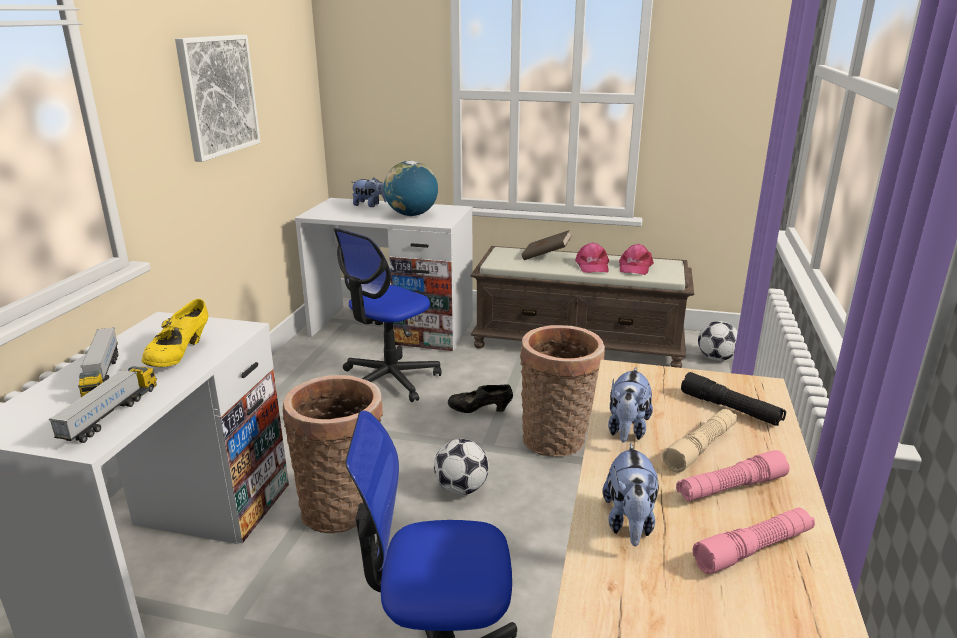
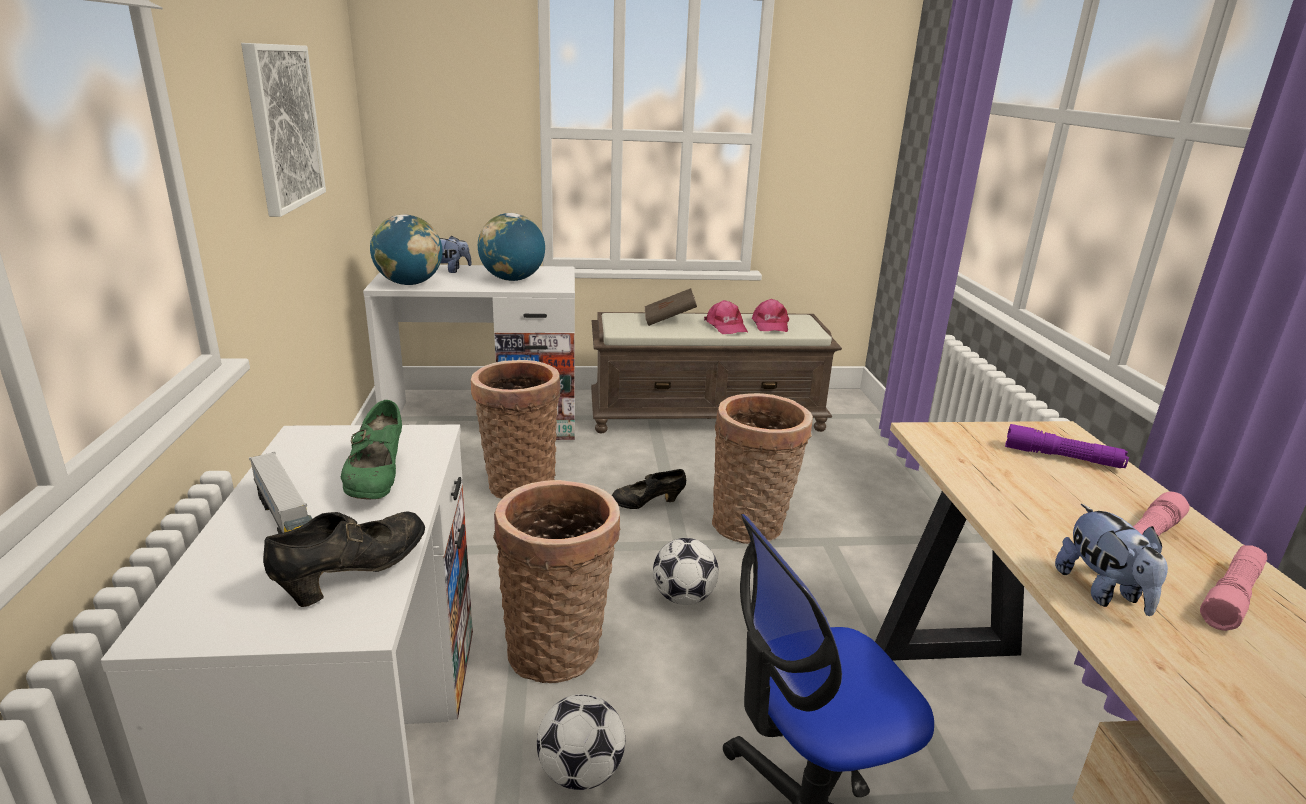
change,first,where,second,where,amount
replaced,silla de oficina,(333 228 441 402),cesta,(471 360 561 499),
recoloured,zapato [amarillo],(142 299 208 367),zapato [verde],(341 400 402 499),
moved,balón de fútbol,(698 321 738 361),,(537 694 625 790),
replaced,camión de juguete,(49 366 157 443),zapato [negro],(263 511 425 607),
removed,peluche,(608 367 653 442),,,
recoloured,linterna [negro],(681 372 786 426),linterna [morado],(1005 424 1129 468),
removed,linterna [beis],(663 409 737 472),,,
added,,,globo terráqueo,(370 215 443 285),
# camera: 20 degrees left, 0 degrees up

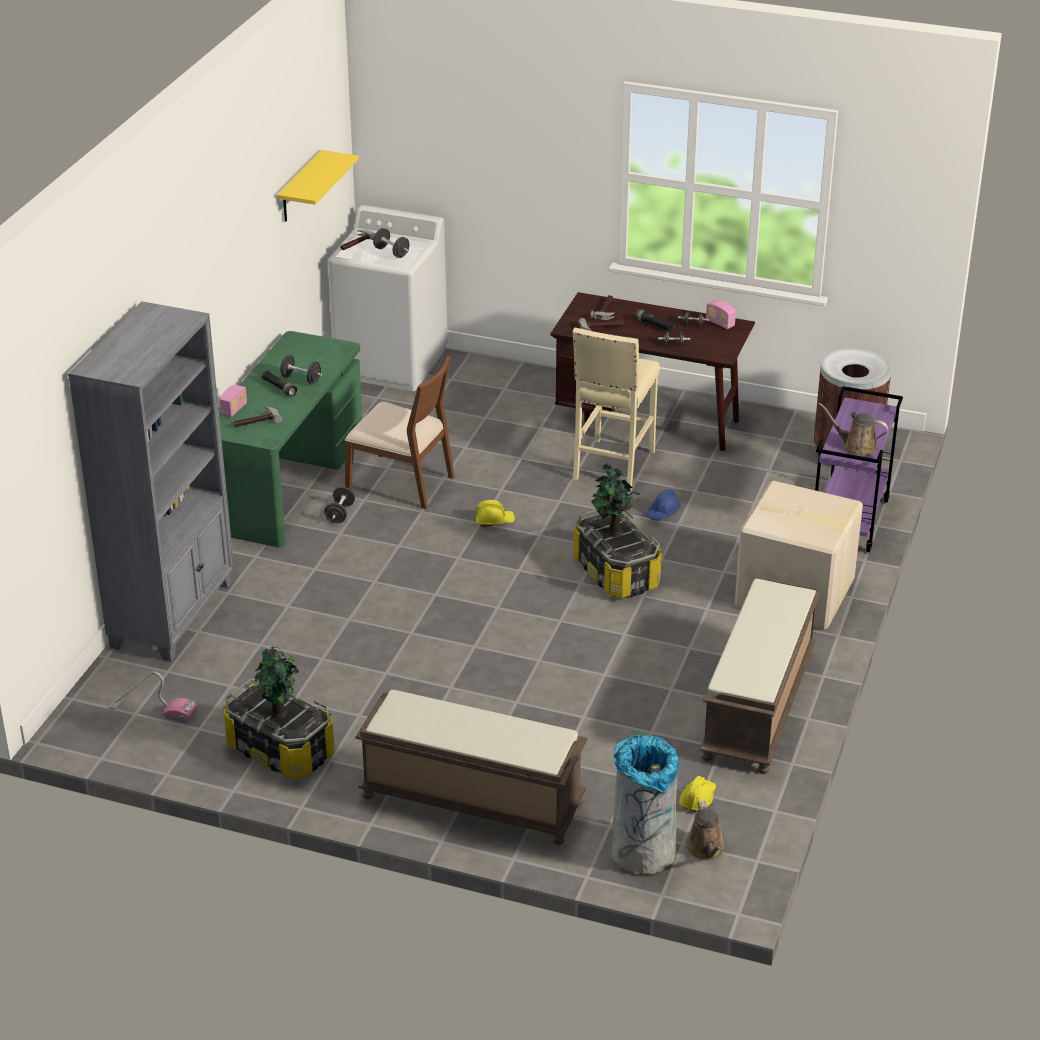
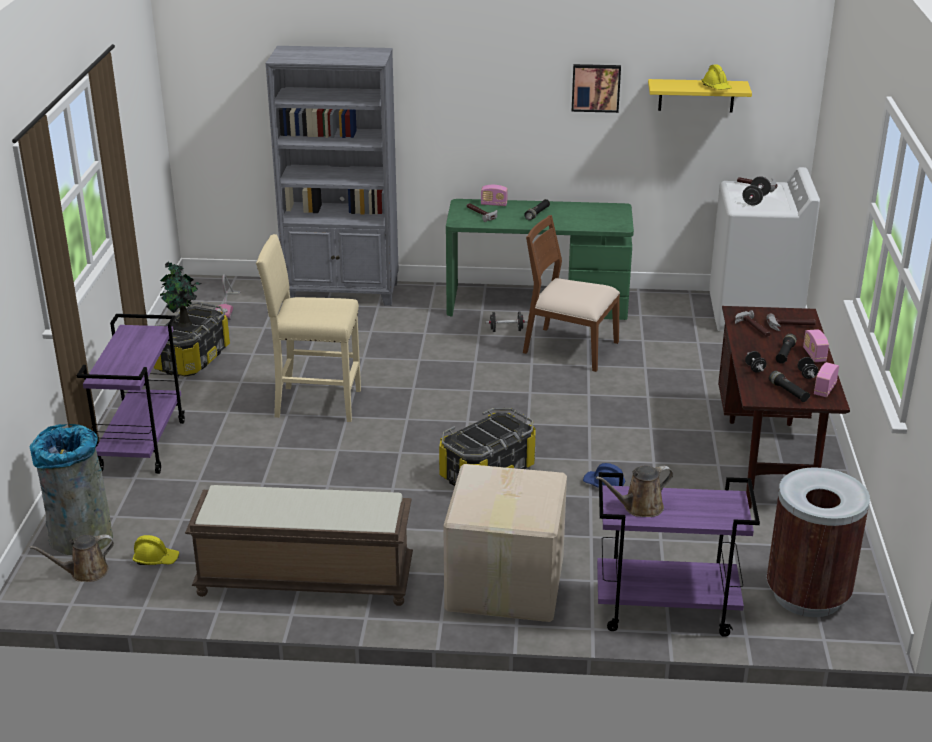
change,first,where,second,where,amount
moved,taburete [beis],(573 328 660 489),,(256 234 361 422),
removed,mancuerna [negro],(279 355 322 384),,,
turned,silla [marrón],(345 356 454 509),,(523 215 620 372),105 degrees clockwise
turned,regadera [marrón],(818 403 888 457),,(596 466 673 517),120 degrees counterclockwise
removed,planta en maceta,(591 463 640 537),,,
moved,casco [amarillo],(475 500 515 527),,(702 64 732 90),
replaced,banco [marrón],(355 690 588 845),carrito [morado],(76 314 185 474),
added,,,cuadro,(572 64 621 113),
added,,,radio,(803 329 829 362),
added,,,linterna [negro],(769 370 810 402),
# camera: 75 degrees right, 5 degrees down

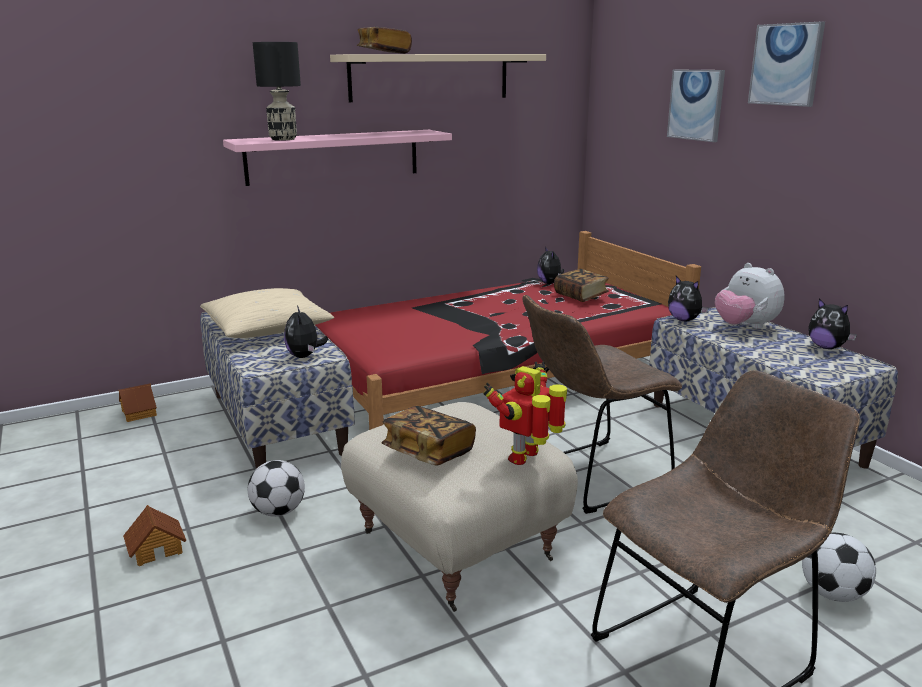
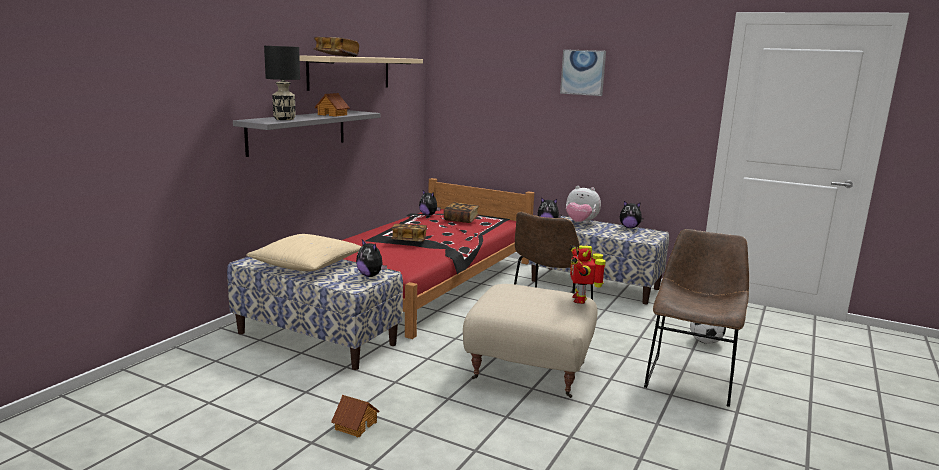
change,first,where,second,where,amount
removed,cuadro,(667 70 725 142),,,
recoloured,estante [rosa],(223 130 452 186),estante [gris],(233 110 380 157),
moved,casita,(118 383 157 422),,(314 93 350 117),
moved,libro,(382 406 476 466),,(391 224 427 242),
removed,balón de fútbol,(248 460 305 517),,,
# camera: 35 degrees left, 5 degrees down

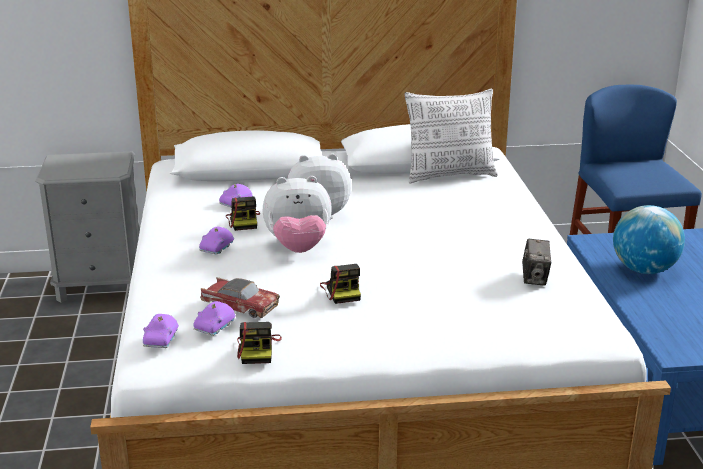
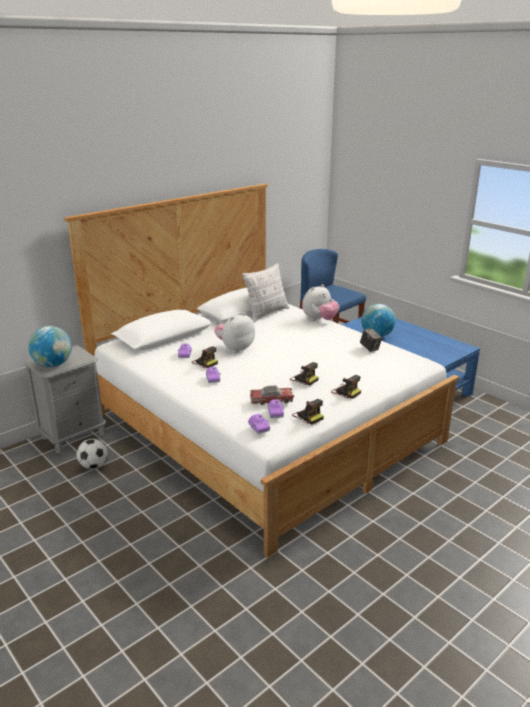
change,first,where,second,where,amount
moved,peluche,(263 176 332 253),,(302 284 339 321),
added,,,globo terráqueo,(28 326 72 367),
added,,,cámara,(331 375 361 399),
added,,,balón de fútbol,(76 439 108 469),
# camera: 35 degrees left, 0 degrees up

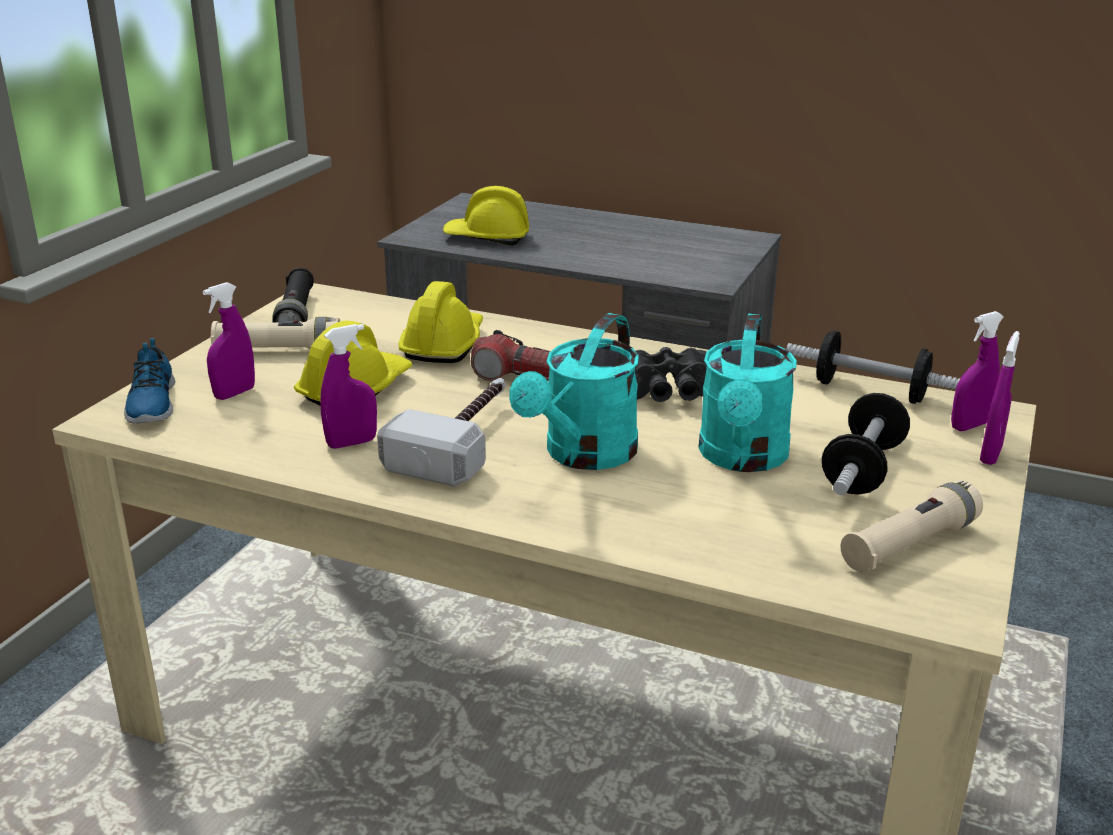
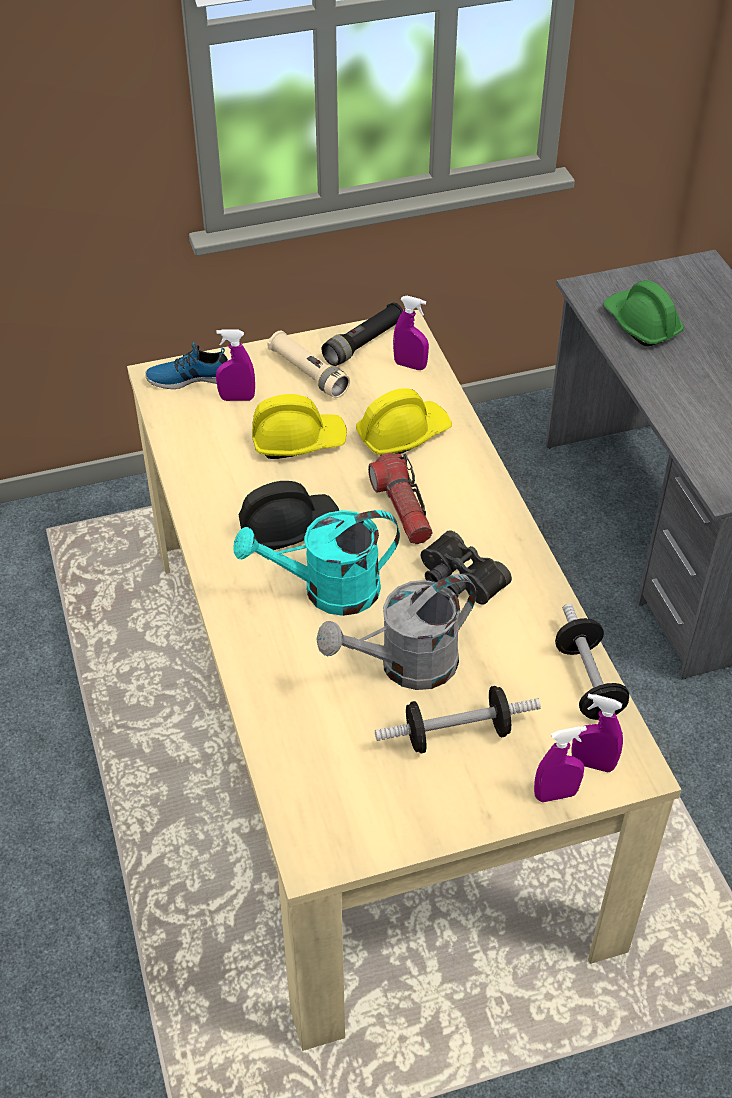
change,first,where,second,where,amount
recoloured,casco [amarillo],(443 186 529 245),casco [verde],(603 280 684 346),
recoloured,regadera [turquesa],(698 314 797 472),regadera [gris],(316 574 476 690),
moved,pulverizador [morado],(320 324 377 448),,(393 296 429 370),
turned,zapato,(124 338 175 424),,(145 342 228 389),45 degrees clockwise
replaced,martillo,(377 378 506 487),casco [negro],(239 481 339 550),
removed,linterna [beis],(841 480 983 572),,,
# camera: 50 degrees right, 20 degrees up

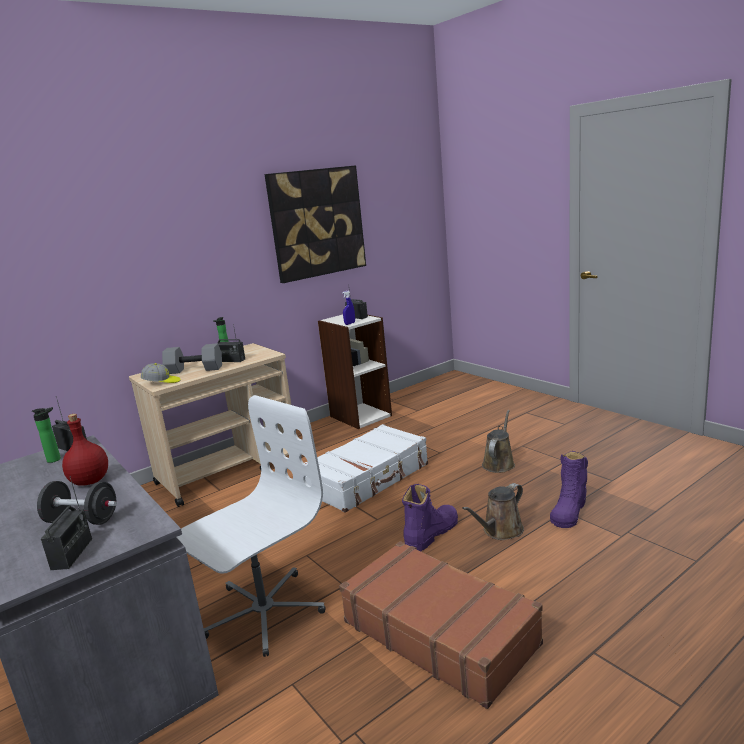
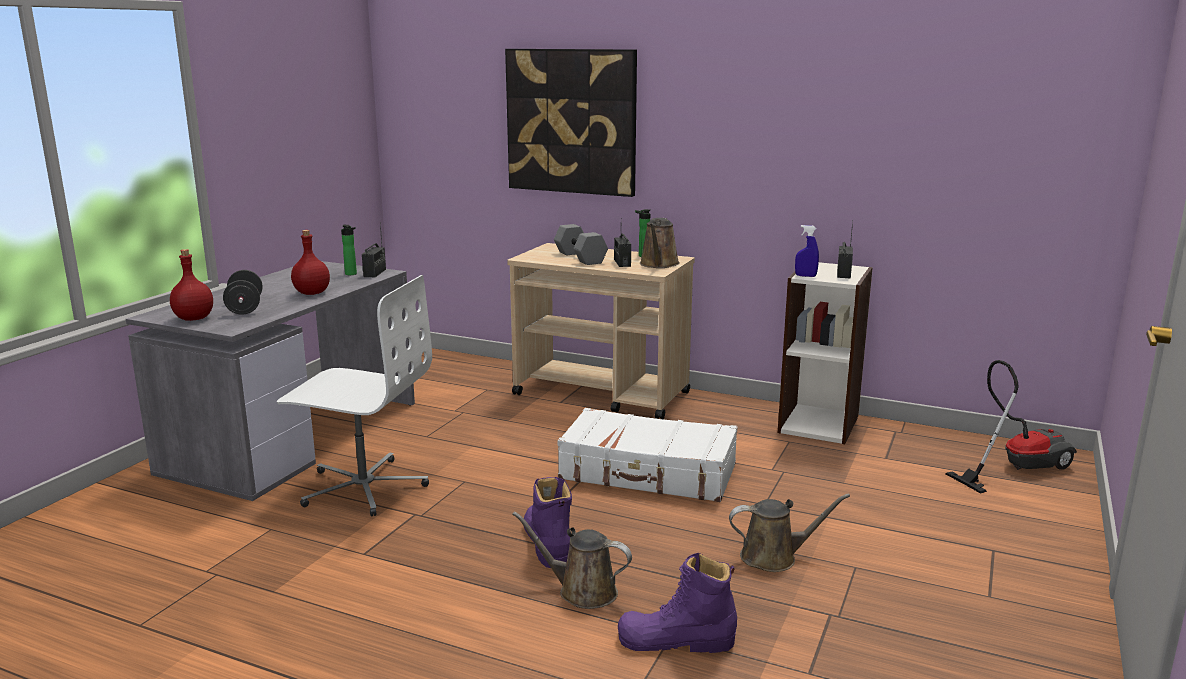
change,first,where,second,where,amount
moved,cuadro,(265 165 366 283),,(505 49 637 197),
removed,gorra,(141 363 181 383),,,
replaced,radio,(41 476 92 570),botella [rojo],(170 249 213 321),
turned,bota [morado],(402 484 458 551),,(524 477 572 569),120 degrees counterclockwise
removed,maleta [marrón],(339 541 543 709),,,
added,,,regadera [marrón],(640 218 680 268),
added,,,aspiradora,(945 360 1077 494),
# camera: 60 degrees right, 0 degrees up

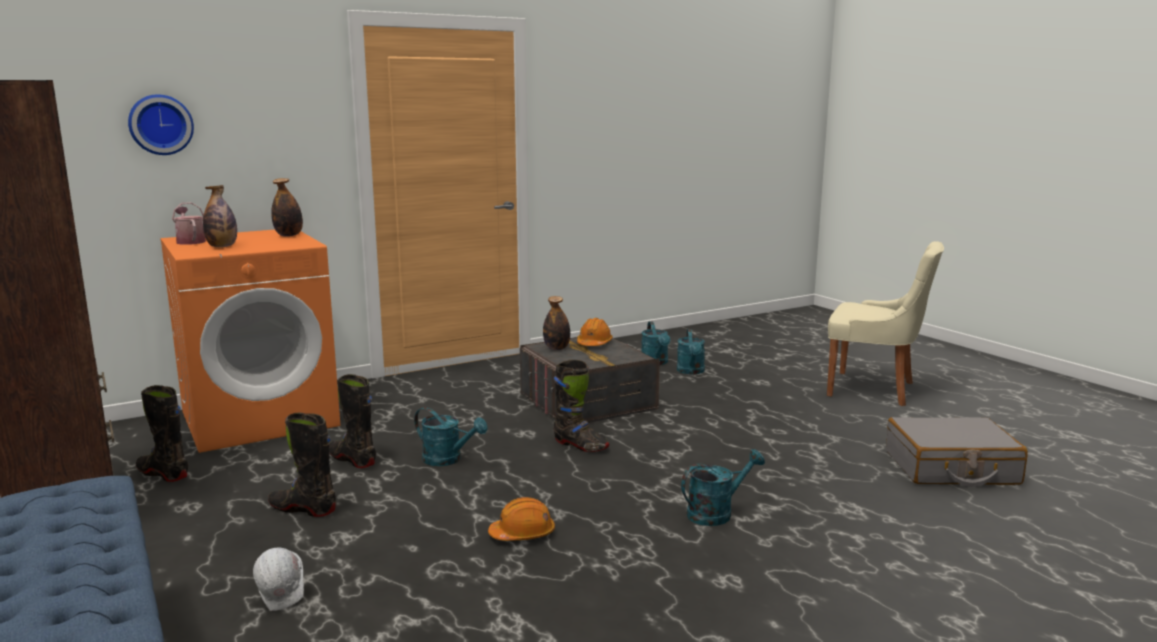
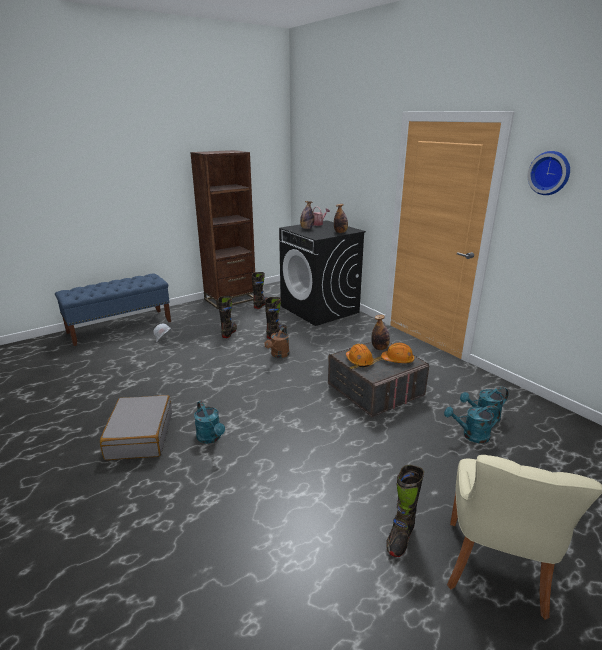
change,first,where,second,where,amount
moved,reloj de pared,(128 94 194 155),,(527 151 570 195),
recoloured,lavadora [naranja],(160 230 340 453),lavadora [negro],(279 220 366 326),
moved,bota [negro],(554 360 609 452),,(386 465 424 557),
recoloured,regadera [turquesa],(414 407 488 466),regadera [marrón],(264 327 290 358),
moved,maleta [gris],(886 417 1028 487),,(100 395 172 460),
moved,casco [naranja],(488 497 555 541),,(346 344 374 367),
# camera: 85 degrees right, 10 degrees up

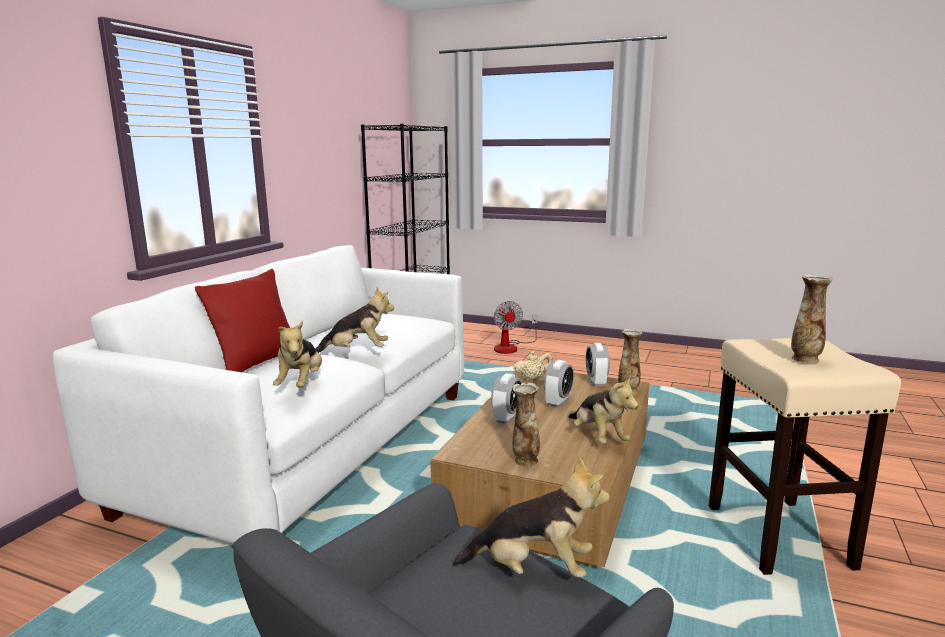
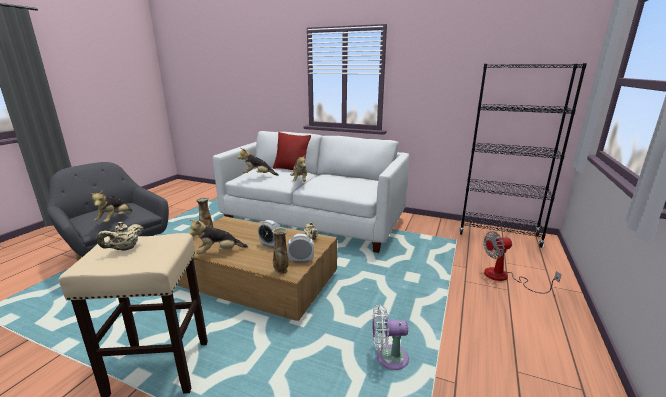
change,first,where,second,where,amount
replaced,florero,(791 274 833 364),tetera [beis],(97 222 144 251),
removed,despertador,(491 373 522 424),,,
added,,,ventilador [blanco],(372 305 409 370),
# camera: 90 degrees right, 5 degrees up

